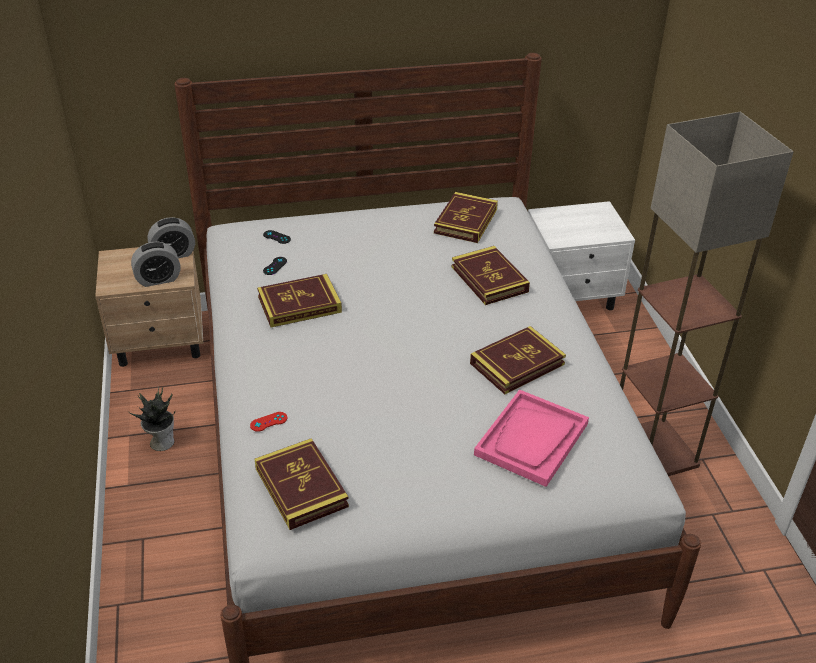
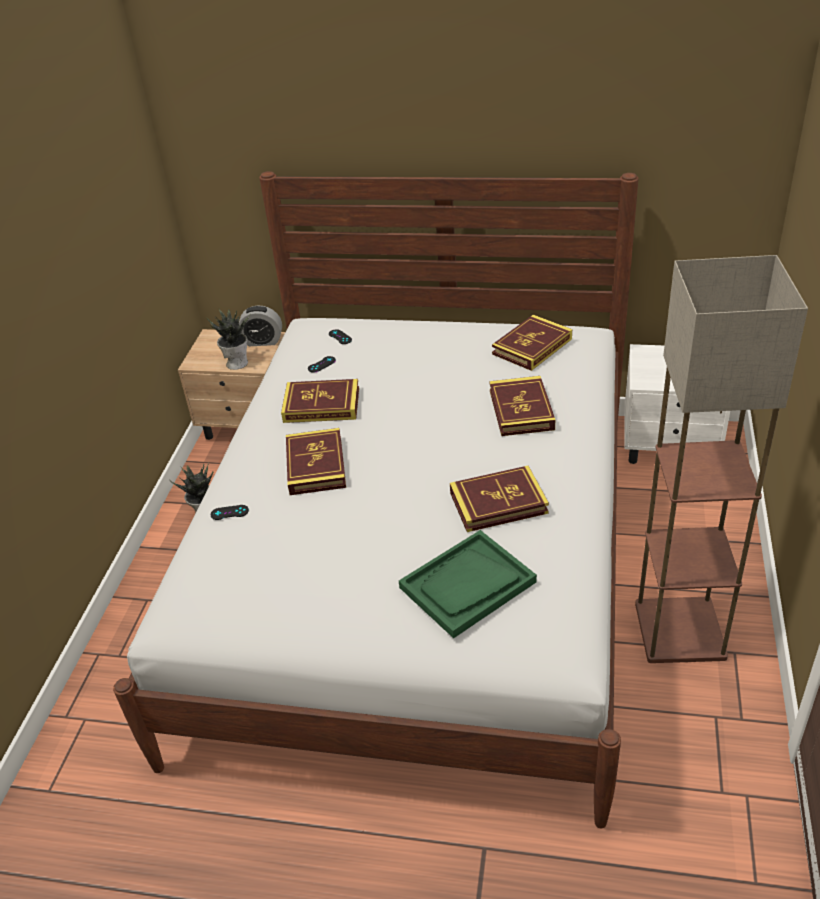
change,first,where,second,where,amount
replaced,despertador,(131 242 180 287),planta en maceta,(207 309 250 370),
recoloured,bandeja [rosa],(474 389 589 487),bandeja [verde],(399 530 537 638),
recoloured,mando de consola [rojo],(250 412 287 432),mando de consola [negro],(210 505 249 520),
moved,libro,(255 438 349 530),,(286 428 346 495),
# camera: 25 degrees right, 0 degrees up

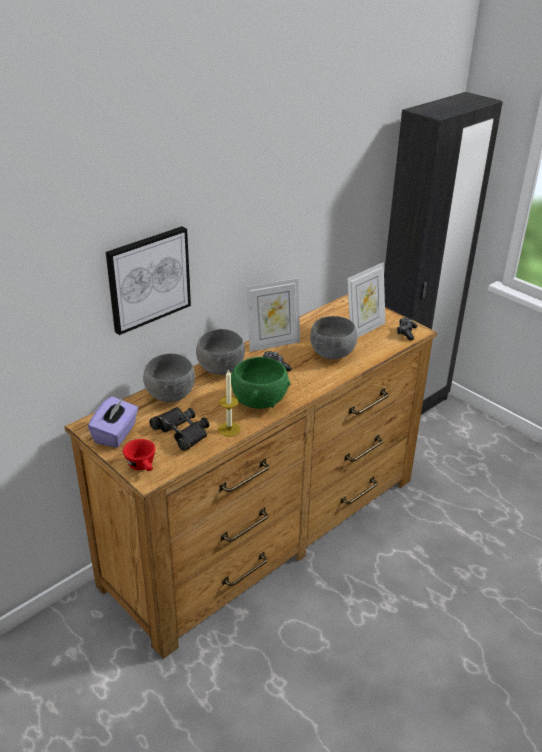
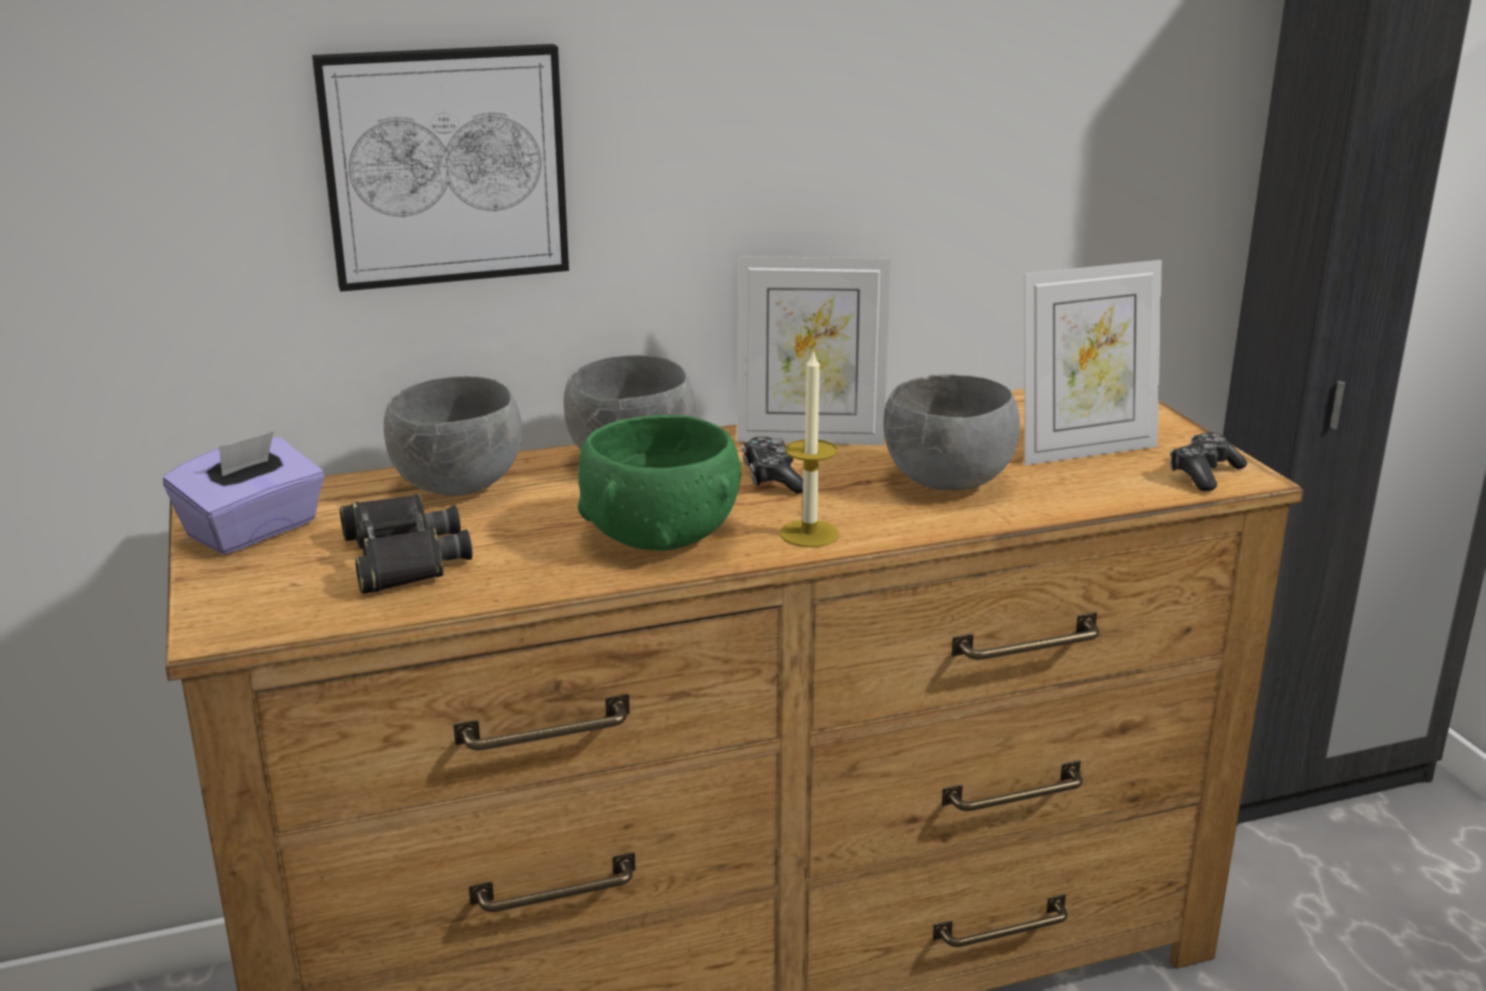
change,first,where,second,where,amount
moved,vela,(218 370 240 436),,(780 349 839 547),
removed,taza [rojo],(123 439 155 471),,,
# camera: 25 degrees right, 10 degrees down

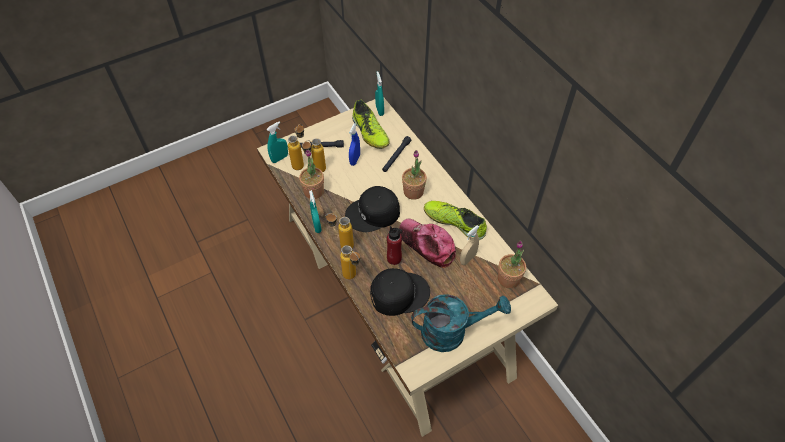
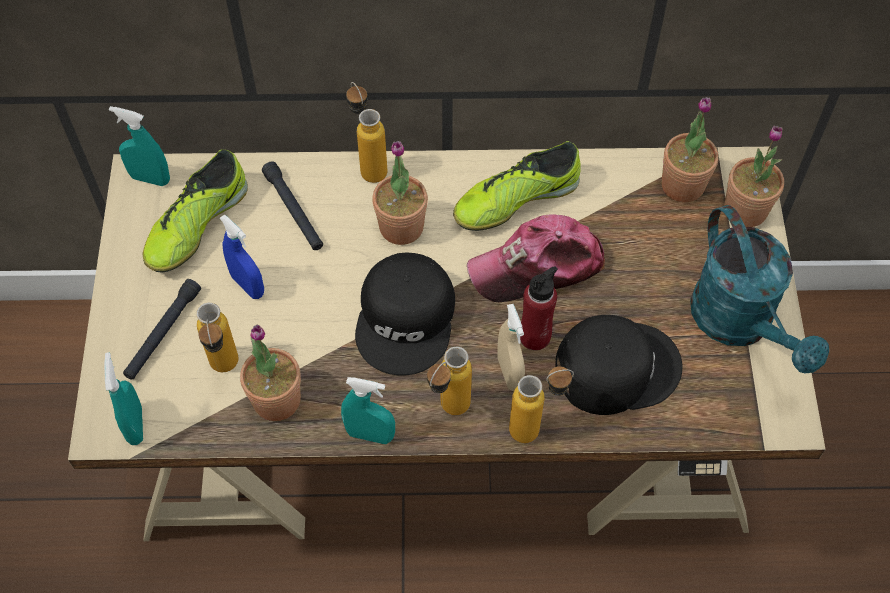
change,first,where,second,where,amount
turned,zapato,(352 100 390 149),,(143 150 248 272),120 degrees clockwise
moved,botella,(288 124 304 170),,(346 82 387 183),
moved,pulverizador [beis],(460 225 479 265),,(497 304 525 392),
turned,gorra [negro],(370 268 430 316),,(555 315 682 415),60 degrees clockwise
turned,regadera [turquesa],(411 294 511 352),,(690 205 829 374),135 degrees clockwise
added,,,planta en maceta,(724 126 784 227),
# camera: 60 degrees left, 5 degrees up

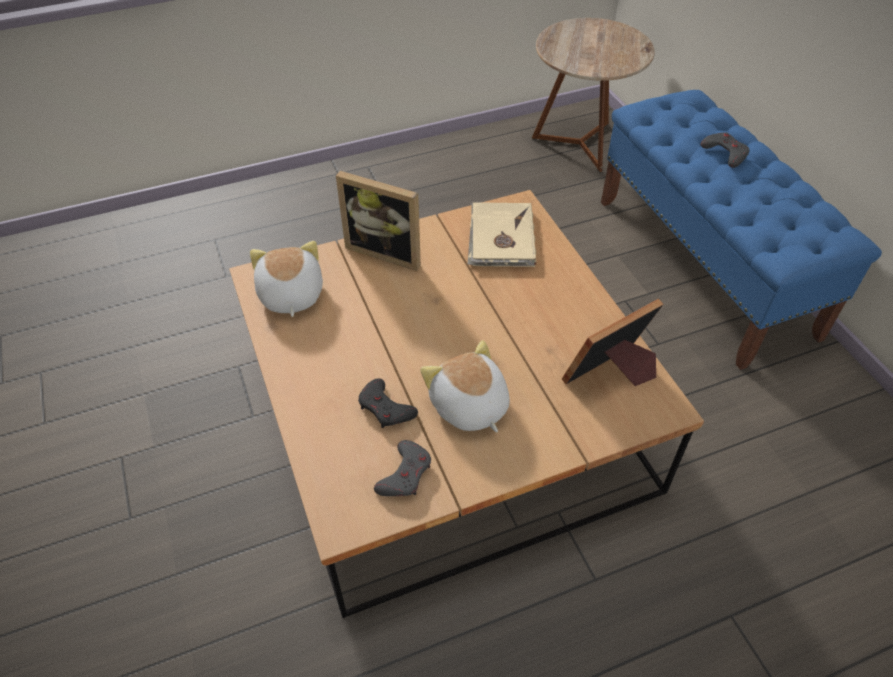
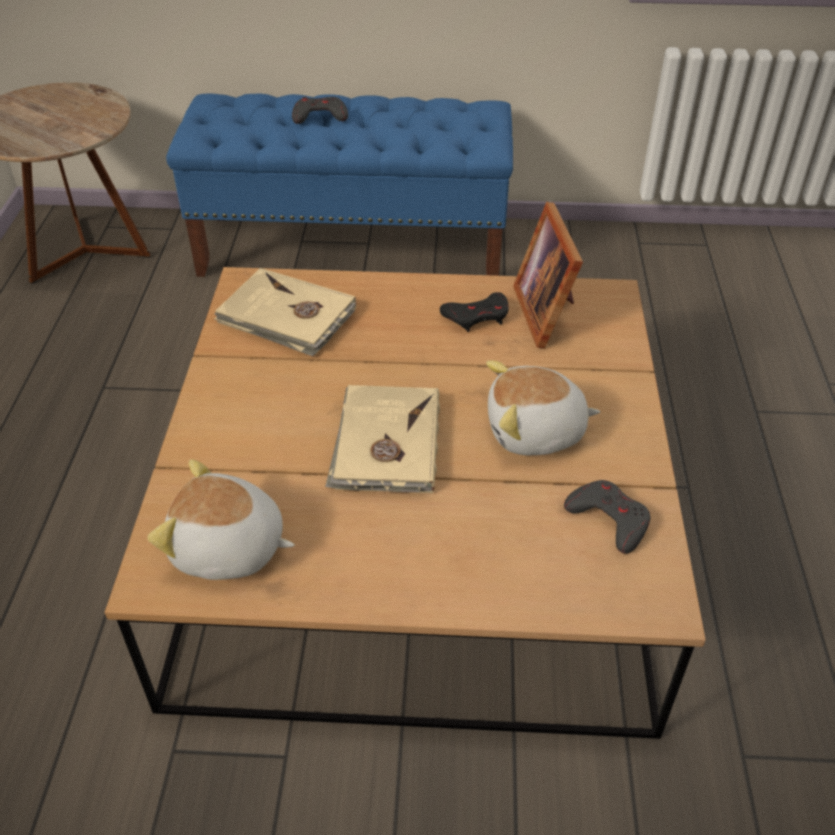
change,first,where,second,where,amount
removed,portarretratos,(336 171 421 271),,,
moved,mando de consola [negro],(358 378 418 428),,(440 292 509 332),
added,,,libro [beis],(325 385 440 493),
# camera: 65 degrees left, 5 degrees down

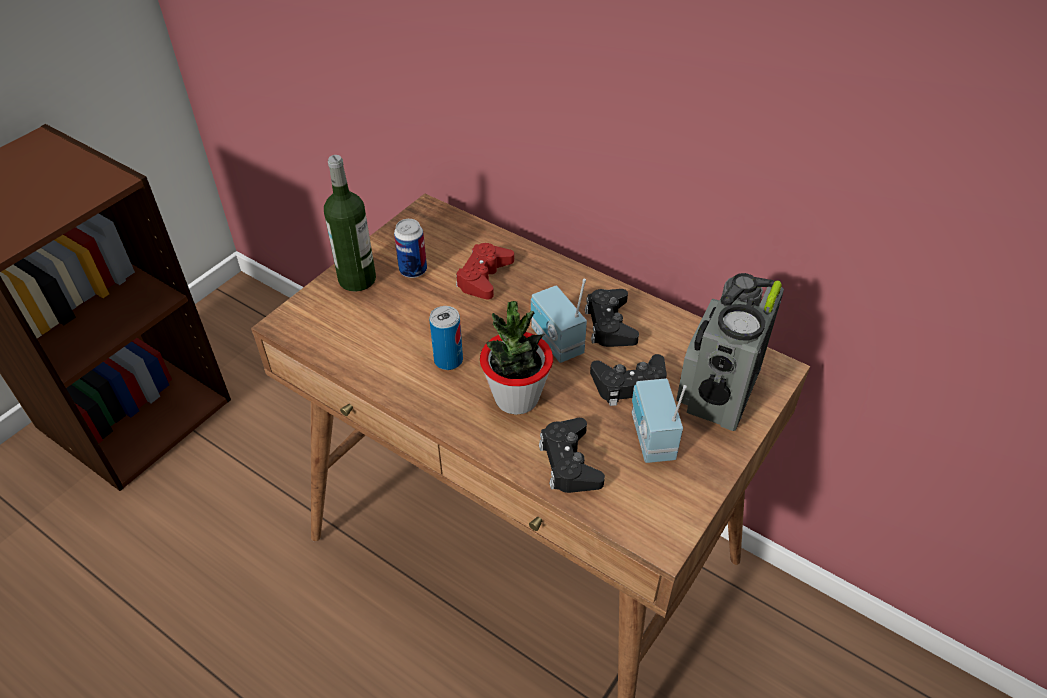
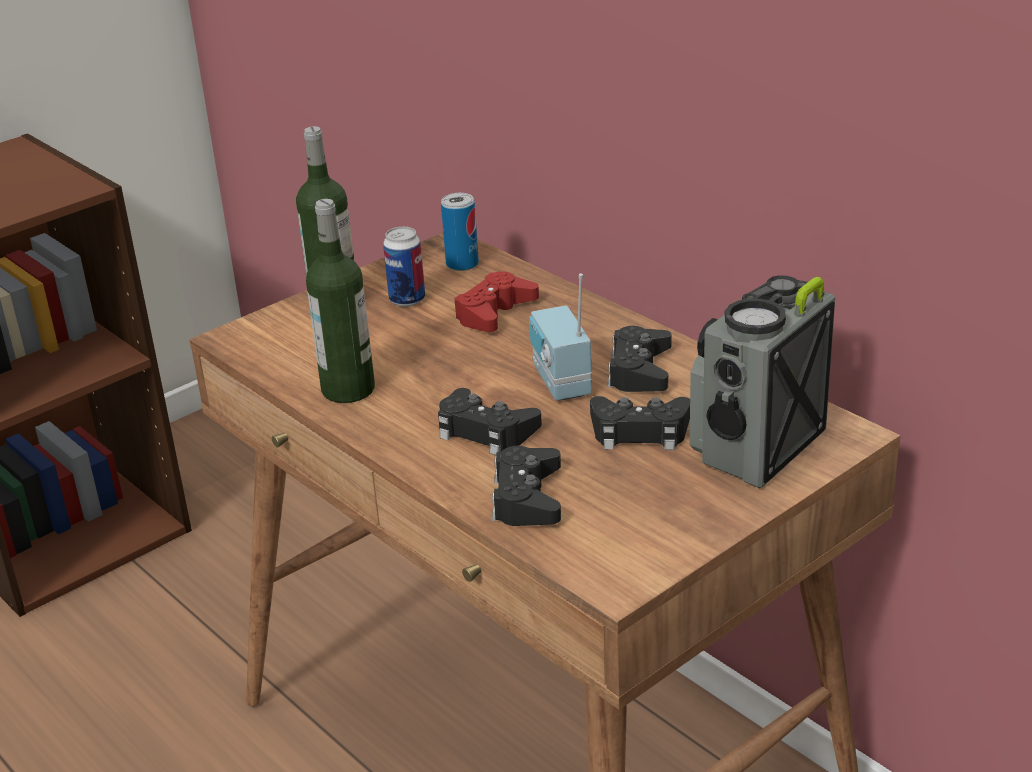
change,first,where,second,where,amount
replaced,planta en maceta,(480 301 553 415),mando de consola [negro],(438 388 542 455),
moved,lata,(429 306 463 370),,(441 193 479 271),
removed,radio,(631 379 687 463),,,
added,,,botella,(306 199 375 403),
# camera: 15 degrees right, 15 degrees down

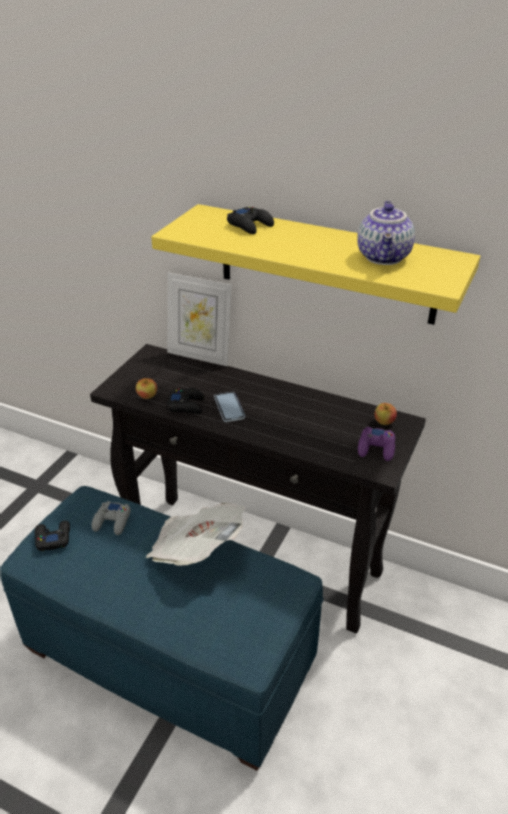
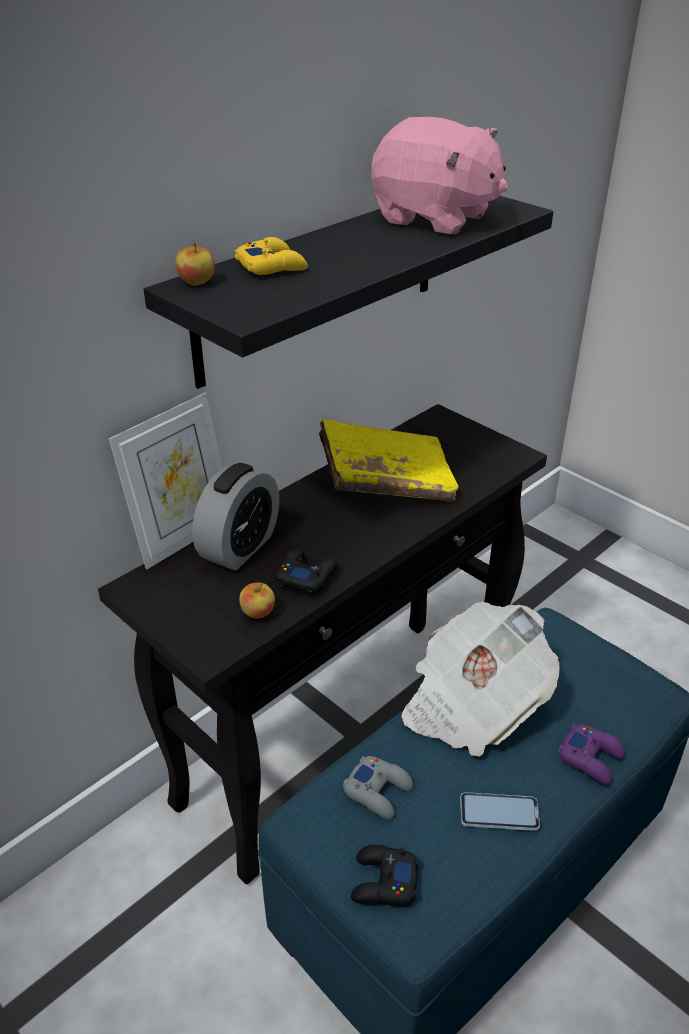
change,first,where,second,where,amount
replaced,tetera,(357 201 415 265),peluche [rosa],(371 117 508 234),
recoloured,estante [amarillo],(151 204 481 325),estante [negro],(144 196 553 389),
recoloured,mando de consola [negro],(227 207 274 234),mando de consola [amarillo],(235 237 308 275),
moved,móvil,(214 391 245 422),,(460 792 540 831),
moved,manzana,(374 403 397 425),,(175 242 215 286),
moved,mando de consola [morado],(358 427 395 461),,(558 724 625 785),
added,,,libro [amarillo],(319 419 459 502),
added,,,despertador,(192 463 279 570),
# camera: 70 degrees left, 0 degrees up

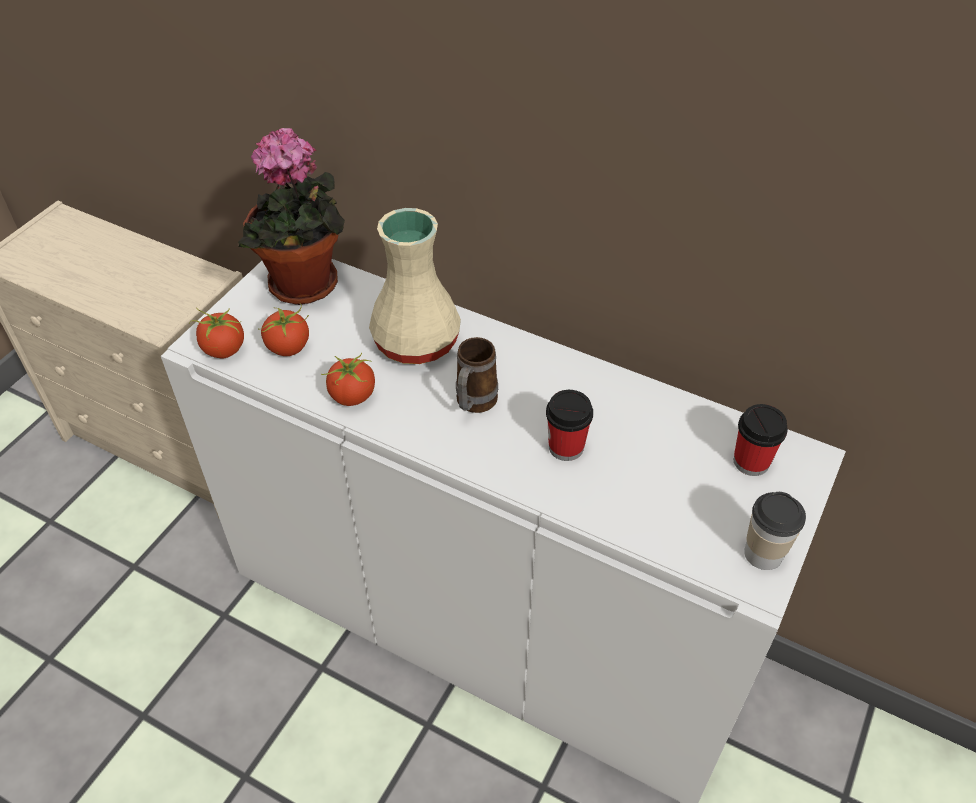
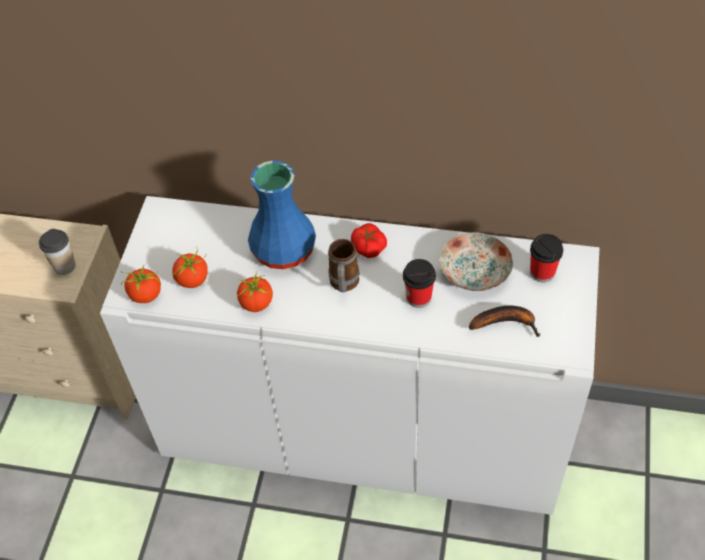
change,first,where,second,where,amount
removed,planta en maceta,(238 128 345 305),,,
recoloured,florero [beis],(369 208 461 364),florero [azul],(248 161 316 269),
moved,taza,(744 492 806 570),,(39 229 76 275),
added,,,tomate,(351 223 387 258),
added,,,plato,(439 233 513 291),
added,,,plátano,(469 306 540 337),
# camera: 15 degrees left, 5 degrees up

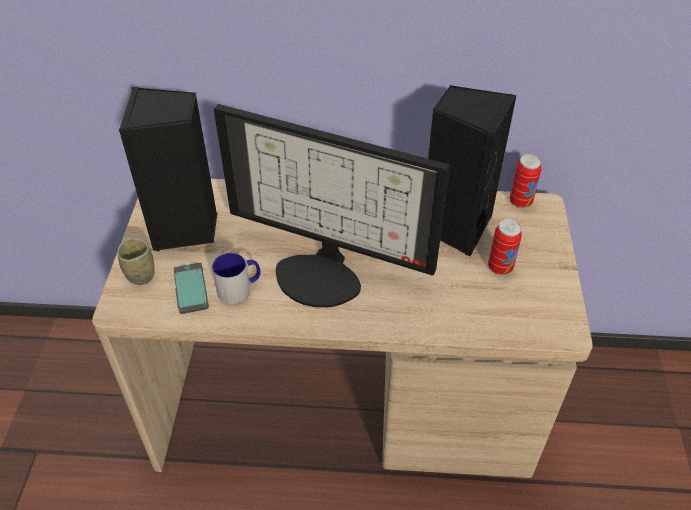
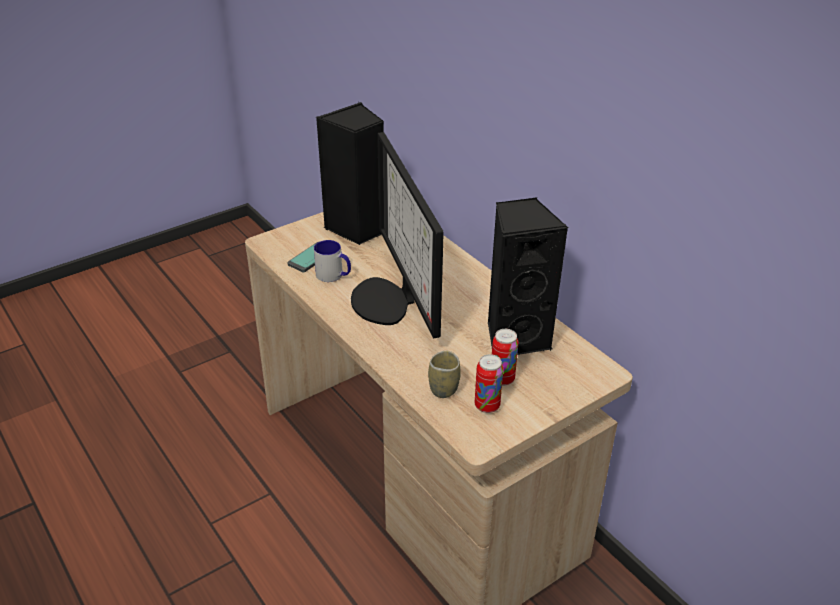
change,first,where,second,where,amount
moved,lata,(510 154 542 208),,(475 354 503 413),
moved,taza,(117 238 154 285),,(428 351 461 398),
# camera: 50 degrees right, 10 degrees down

